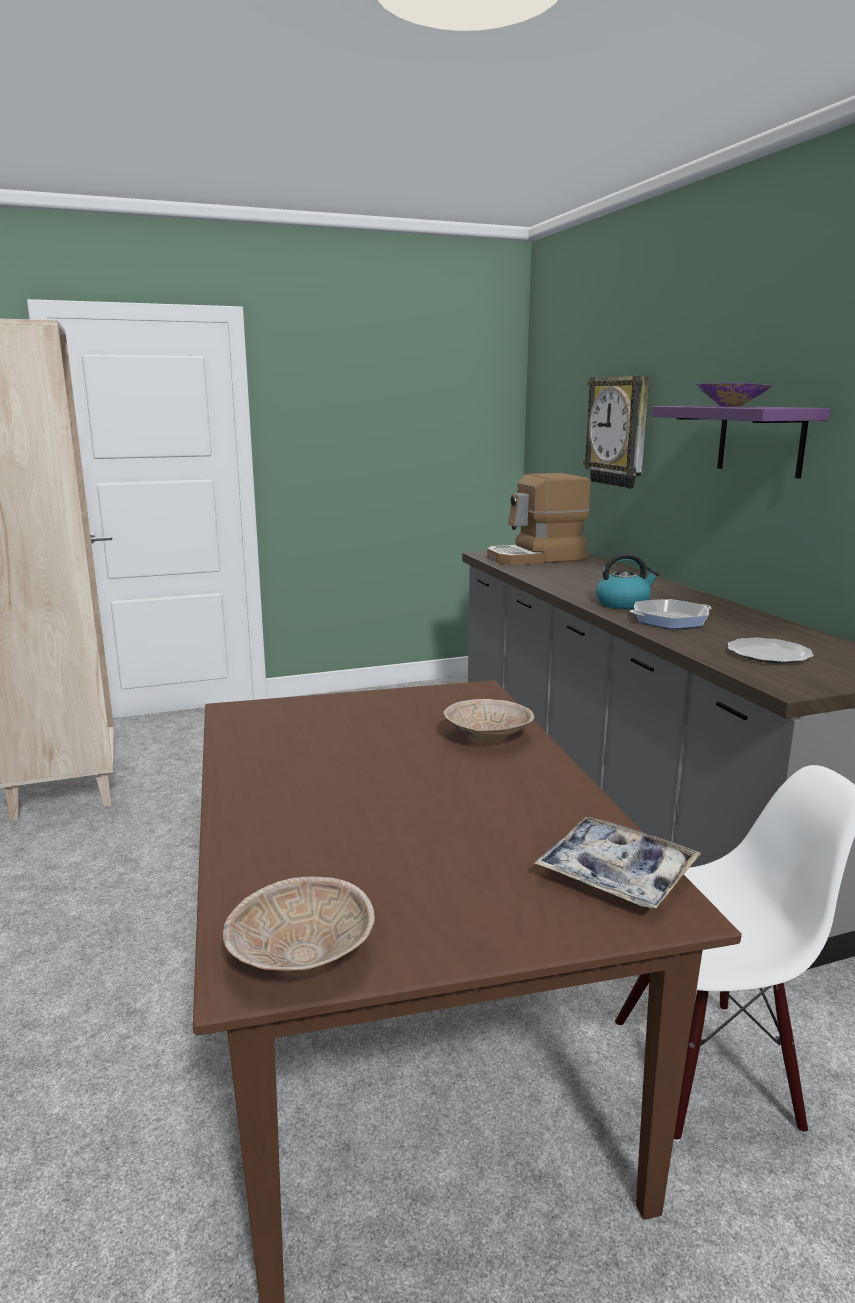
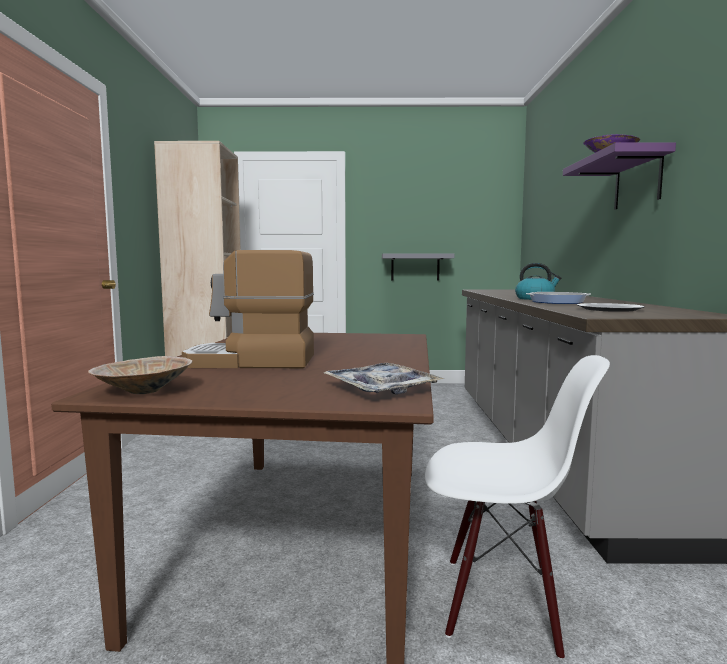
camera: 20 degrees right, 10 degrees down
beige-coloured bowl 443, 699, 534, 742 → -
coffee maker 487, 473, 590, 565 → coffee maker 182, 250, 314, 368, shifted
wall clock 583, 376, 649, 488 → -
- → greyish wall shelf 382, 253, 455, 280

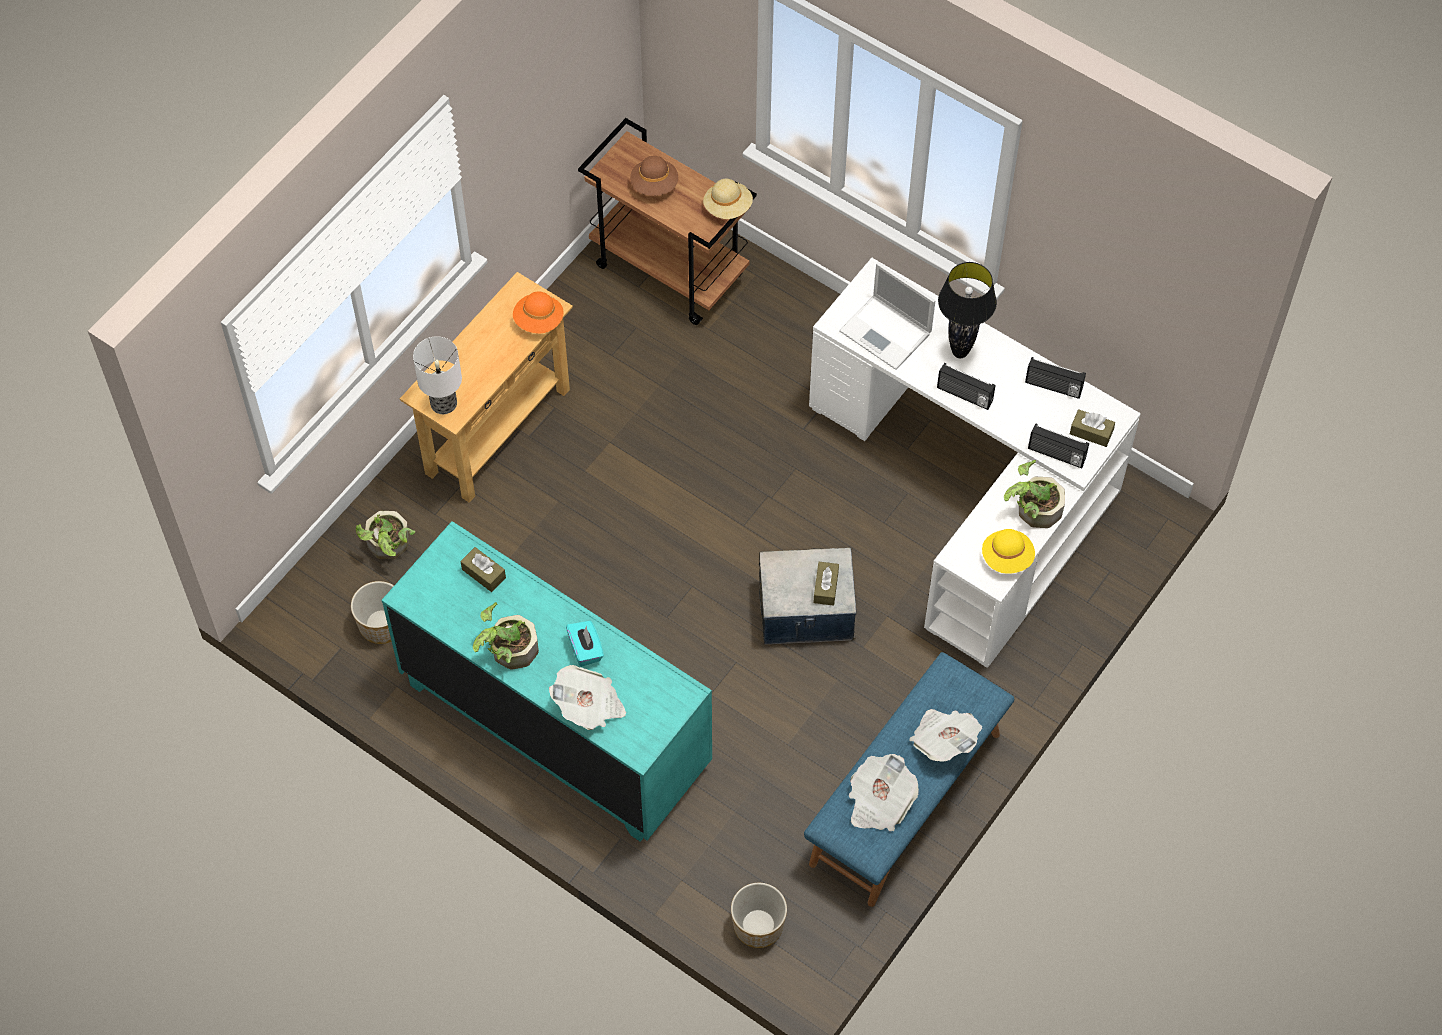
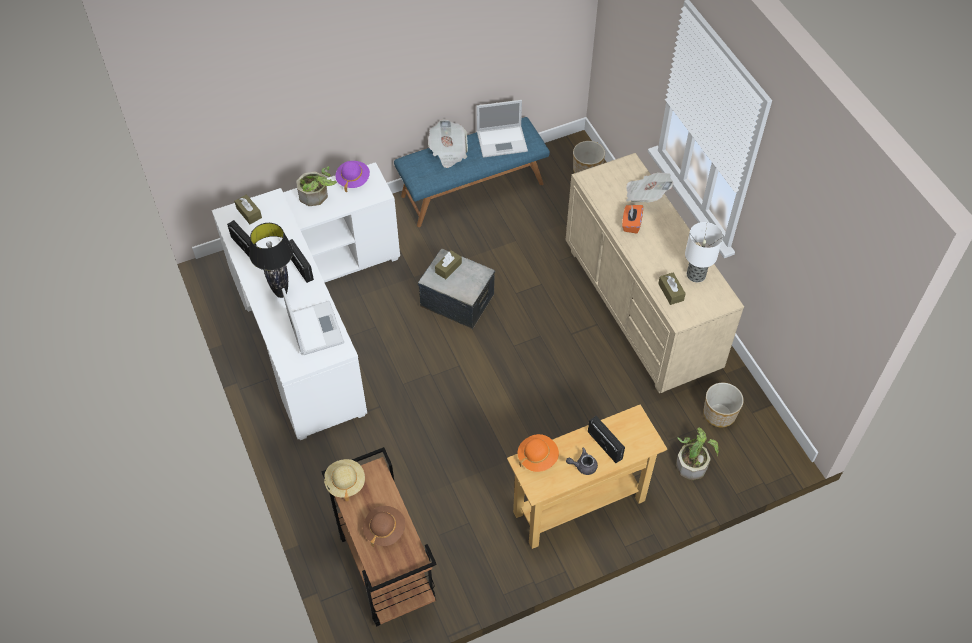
camera: 150 degrees left, 5 degrees down
turquoise drawer chest 381, 521, 712, 842 → beige-coloured drawer chest 566, 153, 744, 393
lamp for a table 413, 336, 462, 414 → lamp for a table 685, 222, 723, 282, shifted
plant in a pot 473, 602, 539, 670 → -
turquoise tissue holder 566, 621, 604, 667 → orangey tissue holder 622, 205, 643, 233
printed paper 849, 754, 919, 831 → notebook computer 476, 100, 528, 158
yellow-coloured hat 982, 529, 1035, 574 → purple hat 335, 161, 370, 192
radio set 1028, 424, 1089, 468 → radio set 588, 416, 625, 463, shifted
- → greyish pot for tea 566, 448, 598, 475

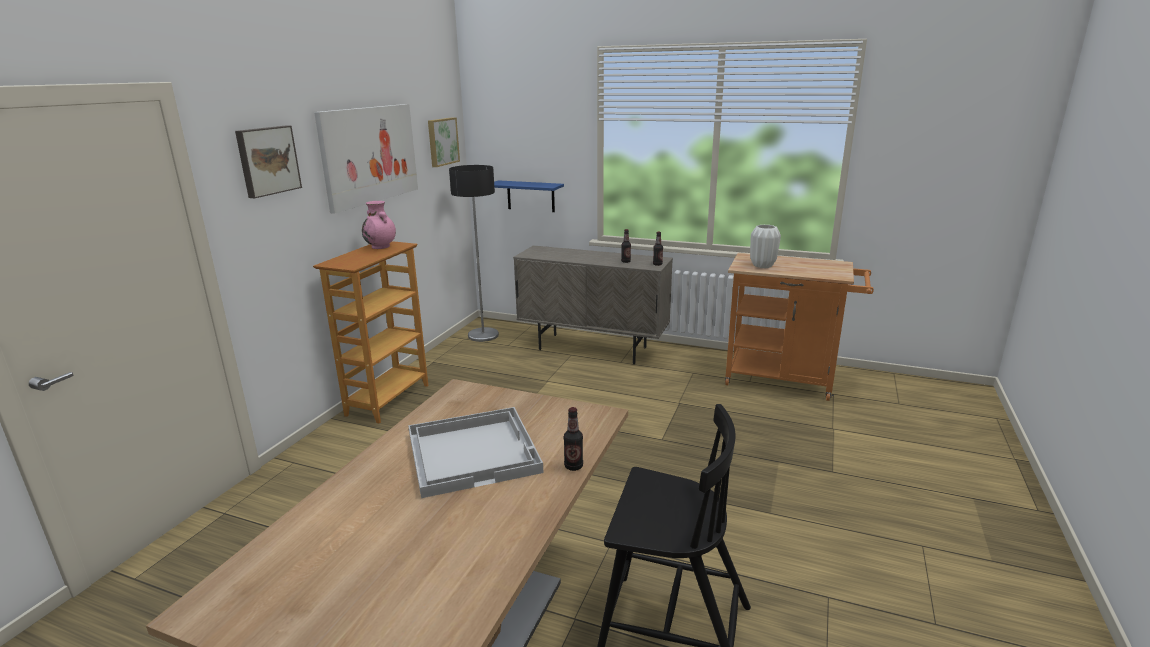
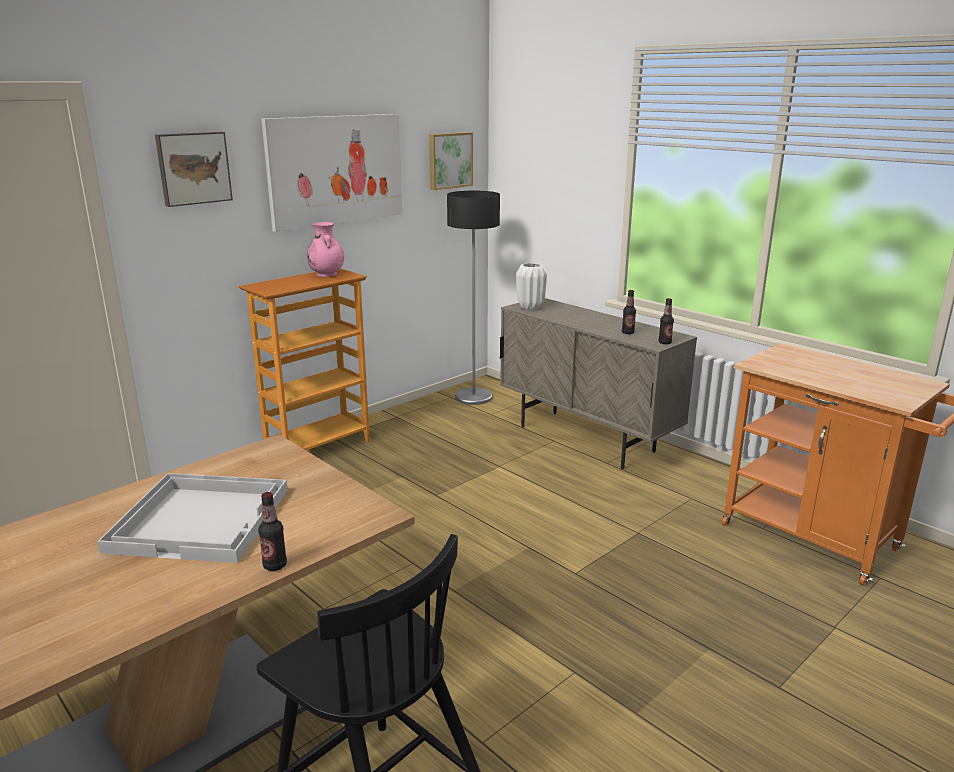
camera: 25 degrees right, 0 degrees up
blue wall shelf 494, 180, 564, 212 → -
white-coloured flower vase 750, 225, 781, 268 → white-coloured flower vase 516, 263, 547, 310, shifted

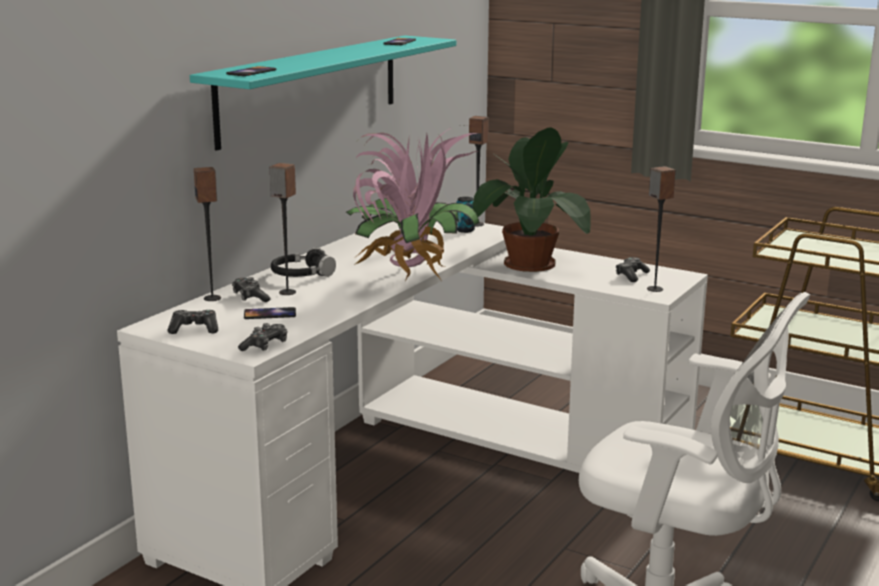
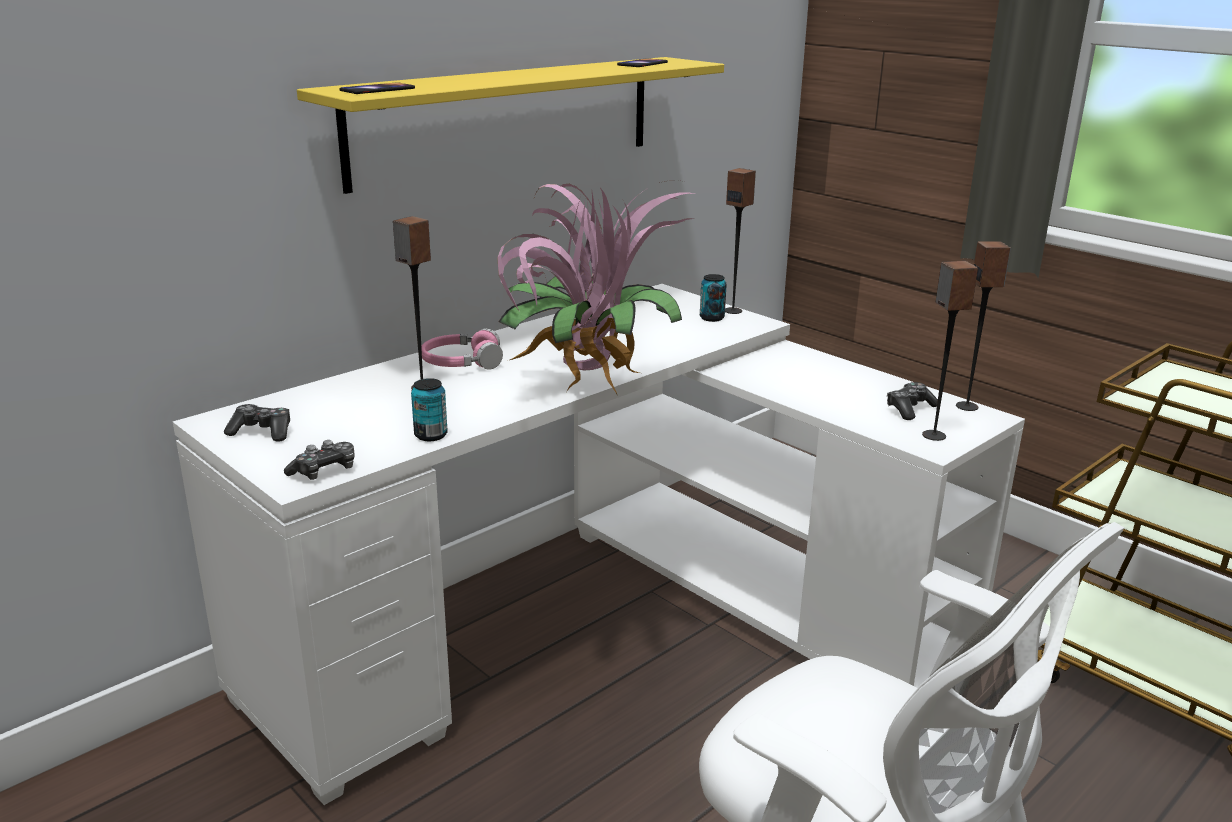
camera: 15 degrees right, 5 degrees up
turquoise wall shelf 190, 35, 456, 151 → yellow-coloured wall shelf 297, 57, 724, 194
speaker 194, 167, 221, 301 → speaker 956, 242, 1011, 411, shifted
gamepad 232, 277, 270, 302 → -
telephone 244, 307, 296, 319 → -
black-coloured pair of headphones 271, 247, 336, 277 → pink pair of headphones 421, 328, 503, 370
plant in a pot 471, 128, 590, 272 → -
- → metal can 411, 378, 448, 441

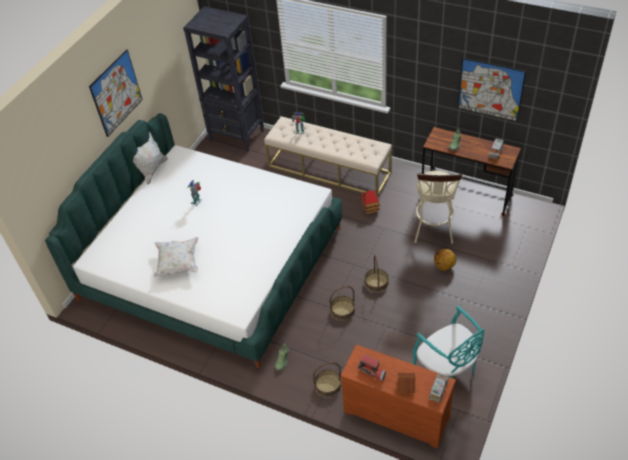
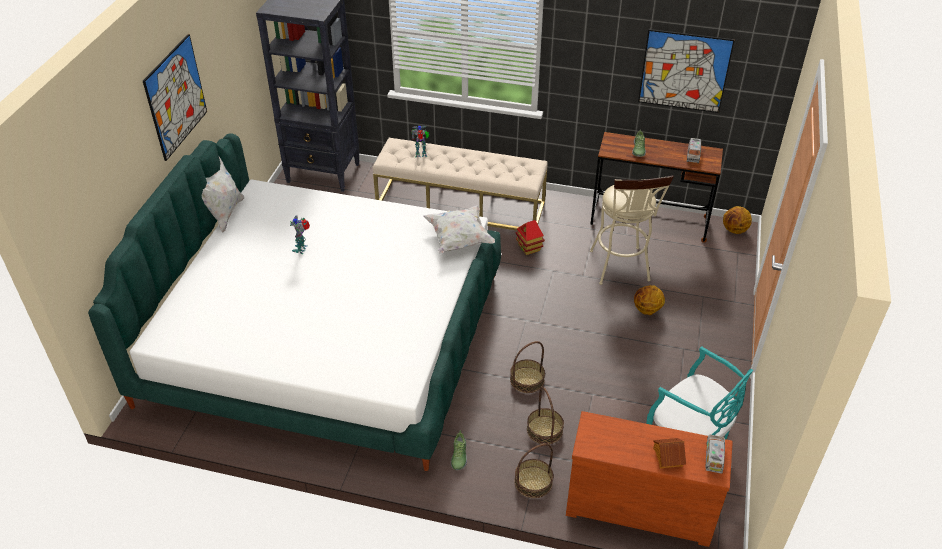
camera: 15 degrees left, 5 degrees down
white-coloured throw pillow 153, 237, 199, 277 → white-coloured throw pillow 423, 205, 495, 254, shifted
flashlight 357, 355, 386, 381 → -
basket 365, 255, 389, 292 → basket 527, 387, 564, 444, shifted
- → basketball ball 723, 206, 752, 234

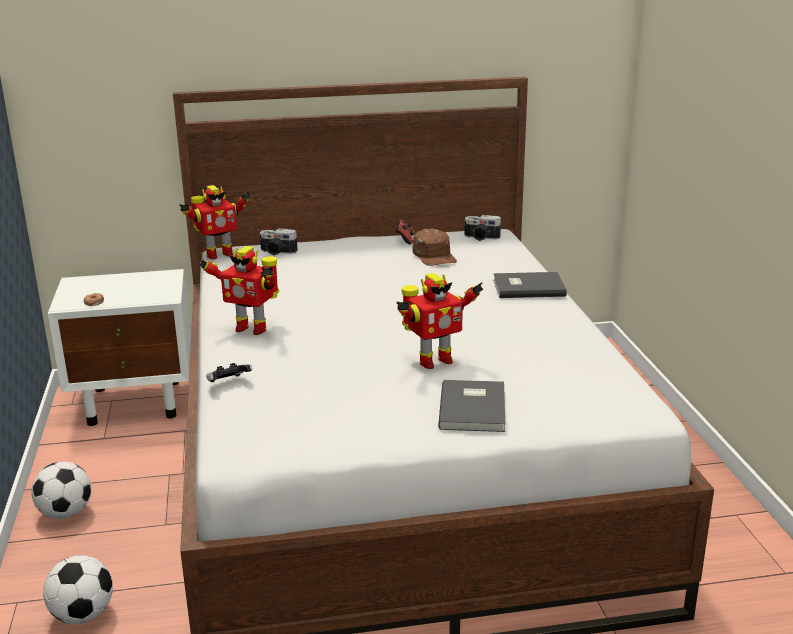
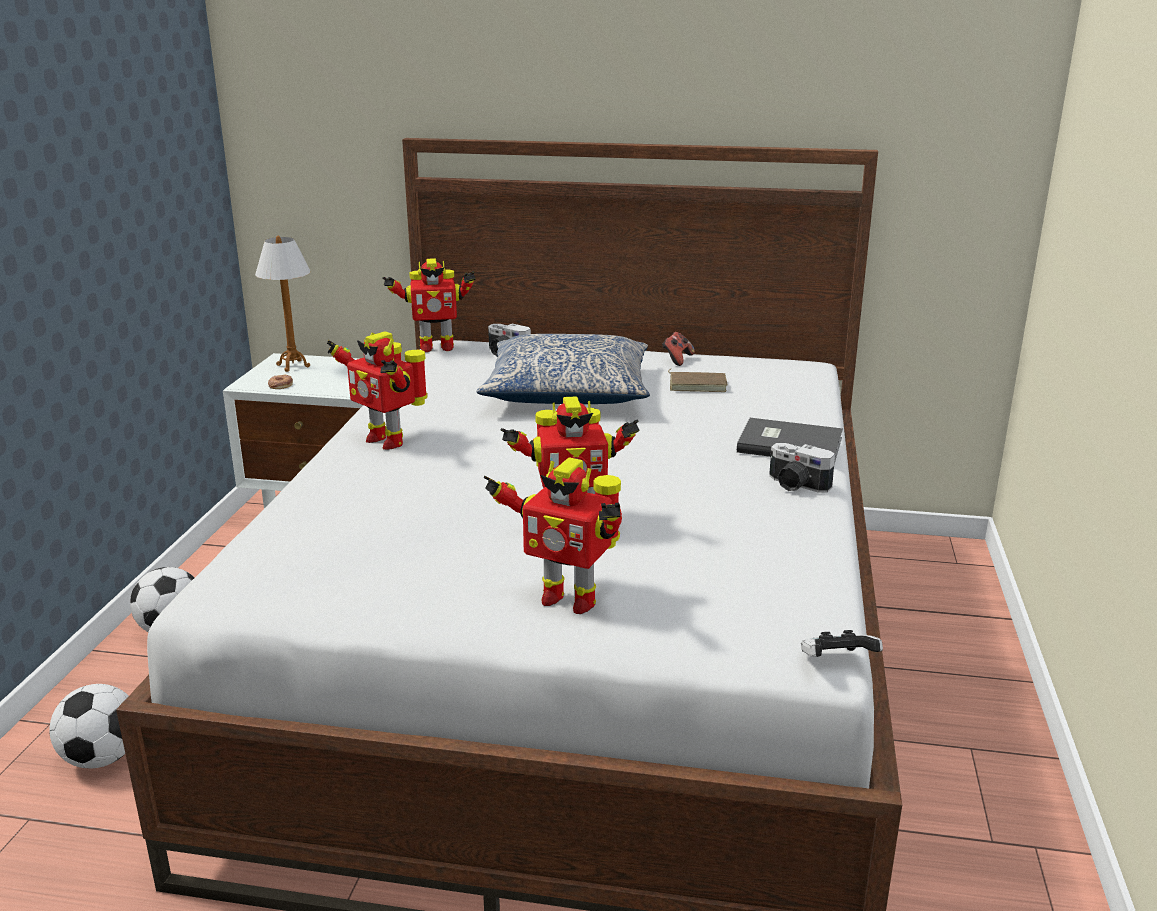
camera: 20 degrees right, 0 degrees up
gamepad 206, 363, 252, 382 → gamepad 801, 630, 883, 657, shifted
brown-coloured cap 412, 228, 457, 266 → brown-coloured bound book 668, 369, 728, 392
greyish bound book 438, 380, 505, 432 → robot figure 483, 458, 622, 614
photo camera 465, 215, 501, 241 → photo camera 769, 443, 835, 493, shifted
- → lamp for a table 255, 236, 311, 372
- → throw pillow 476, 334, 650, 404

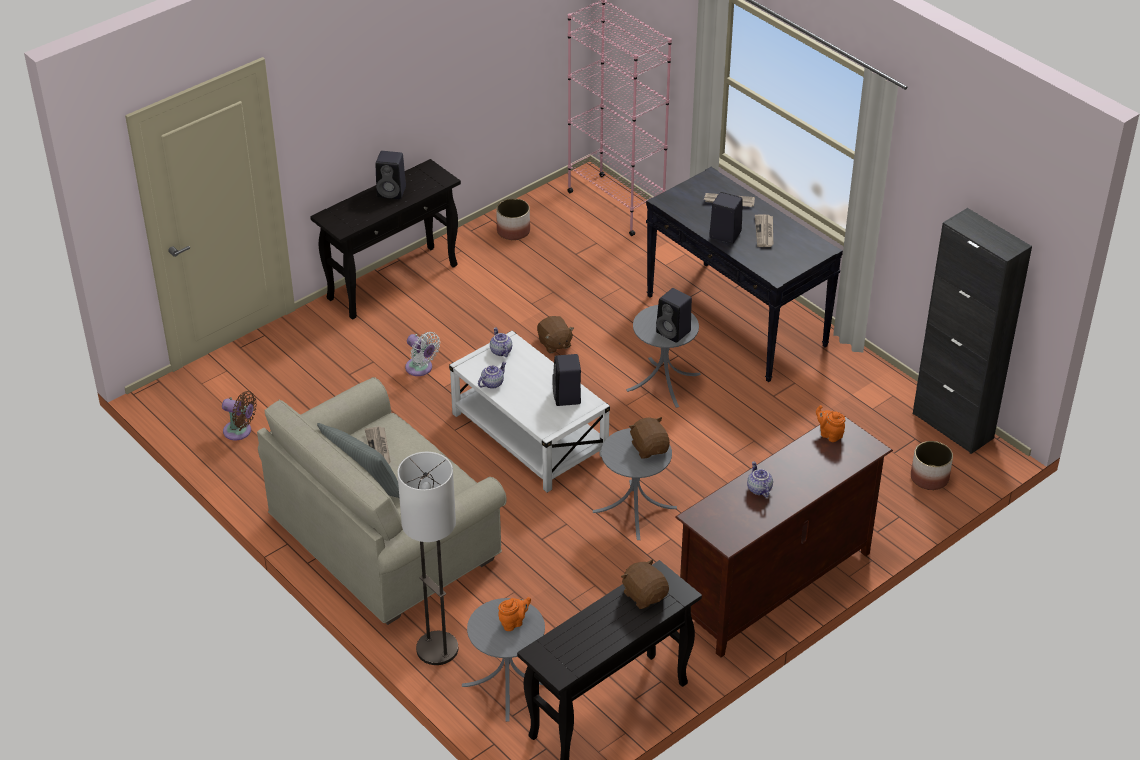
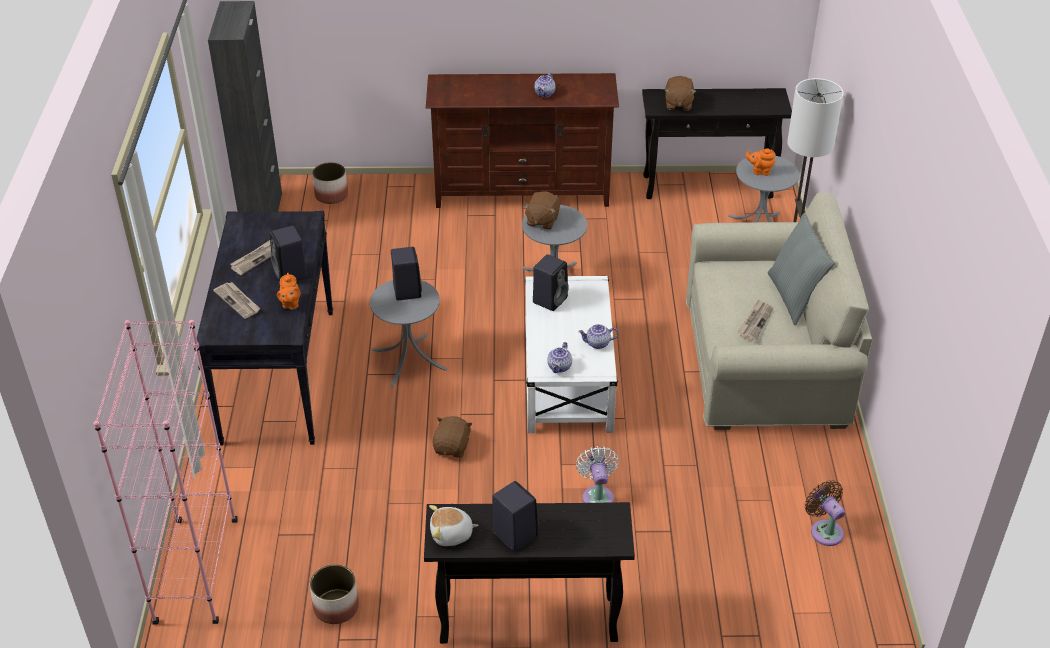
camera: 140 degrees left, 0 degrees up
orangey pot for tea 816, 405, 845, 442 → orangey pot for tea 277, 273, 301, 310, shifted
- → plush toy 429, 505, 479, 546

